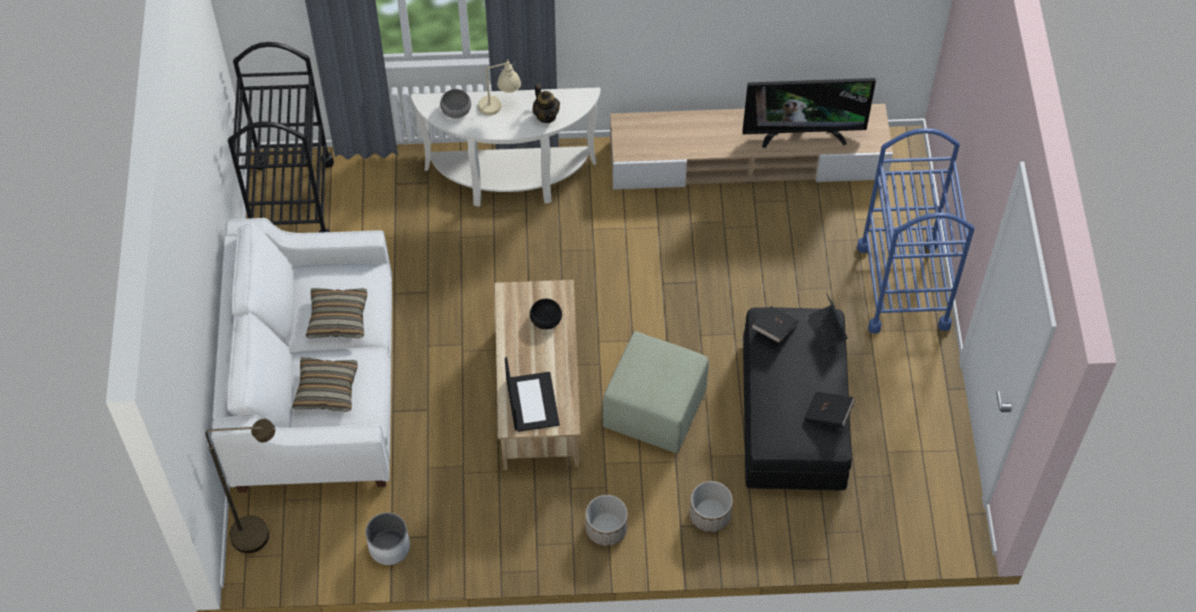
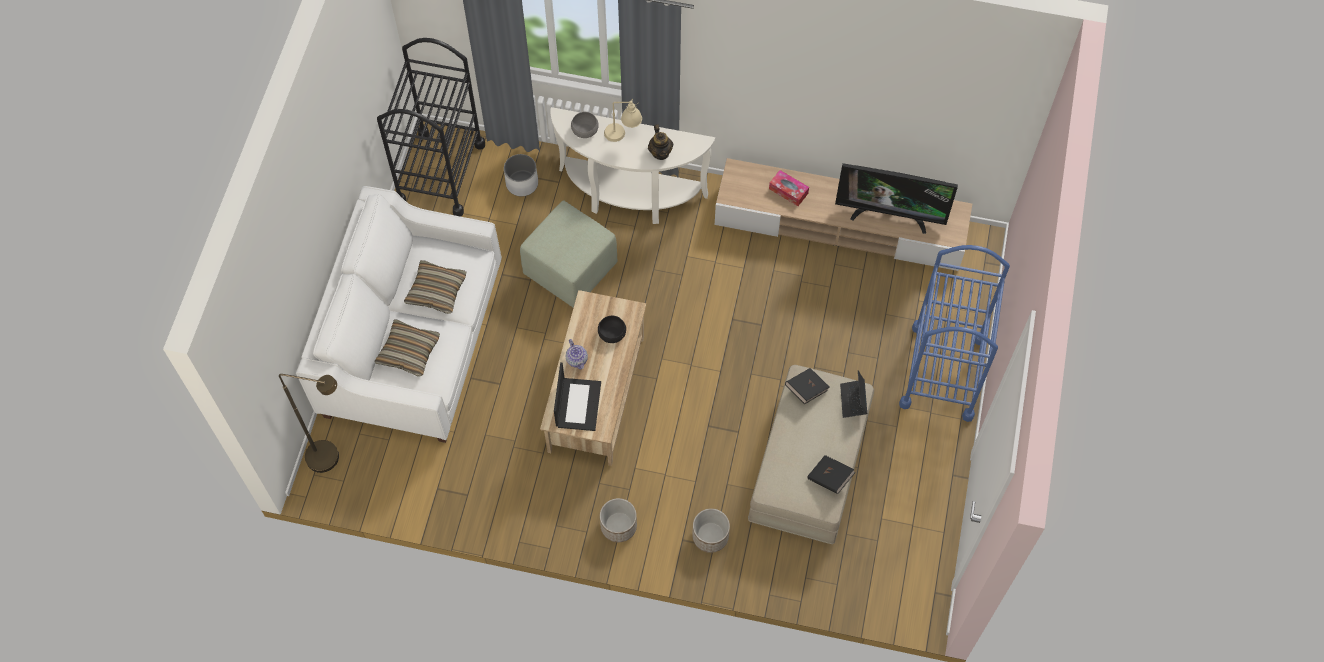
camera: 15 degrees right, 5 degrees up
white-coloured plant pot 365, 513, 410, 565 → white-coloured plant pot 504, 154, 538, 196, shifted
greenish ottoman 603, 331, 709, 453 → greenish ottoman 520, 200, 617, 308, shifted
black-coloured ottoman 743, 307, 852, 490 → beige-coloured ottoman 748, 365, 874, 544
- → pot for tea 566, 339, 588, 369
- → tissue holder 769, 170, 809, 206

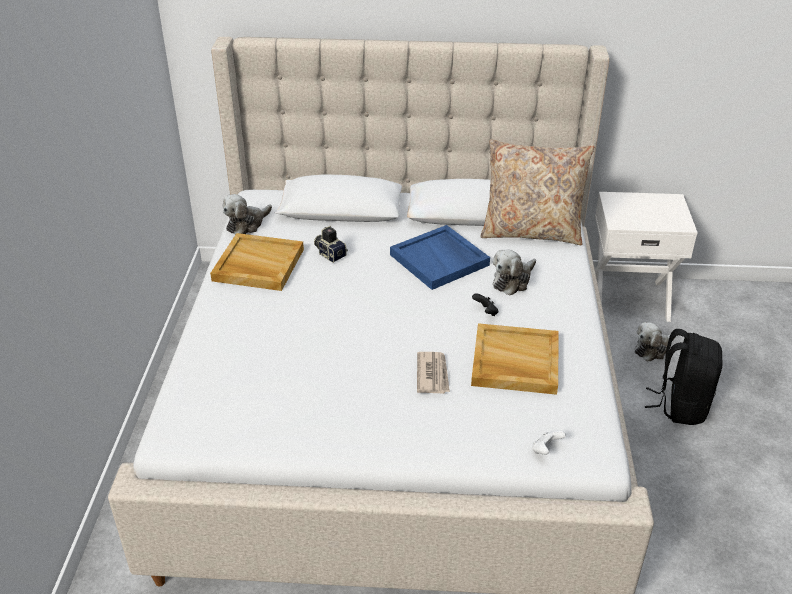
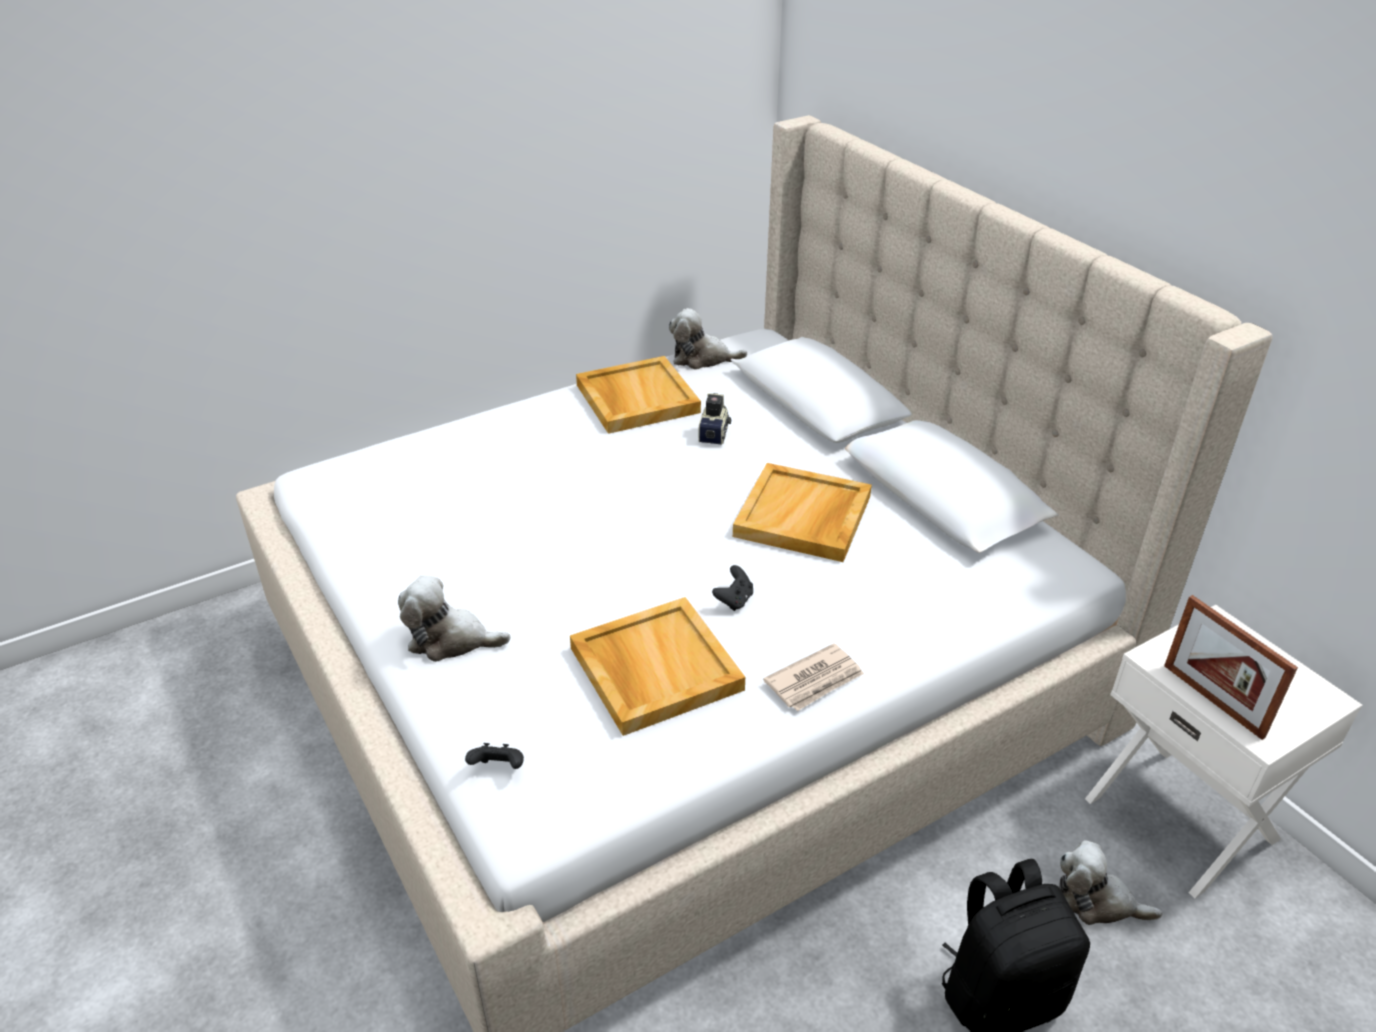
camera: 55 degrees right, 0 degrees up
blue carrying tray 390, 225, 490, 290 → beige-coloured carrying tray 733, 463, 872, 562
printed paper 417, 352, 450, 394 → printed paper 763, 644, 864, 711, shifted
beige-coloured throw pillow 480, 139, 594, 245 → -
plush toy 493, 249, 536, 296 → plush toy 398, 575, 511, 662, shifted
white-coloured gamepad 532, 430, 566, 455 → black-coloured gamepad 465, 743, 524, 769
- → photo frame 1164, 595, 1298, 740

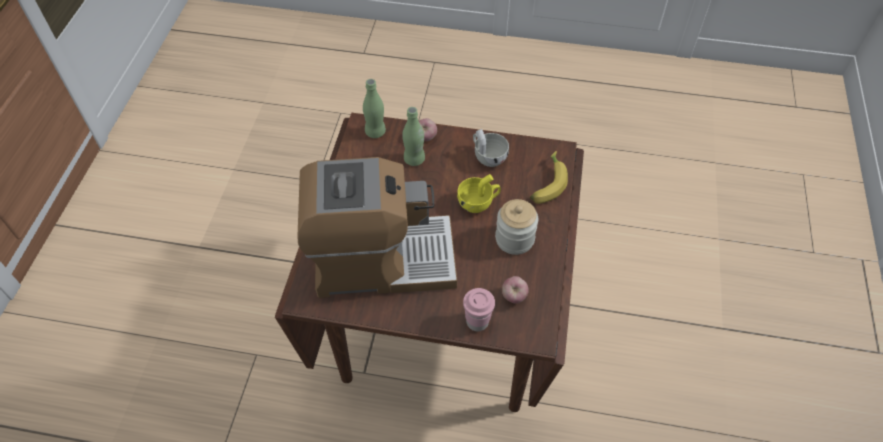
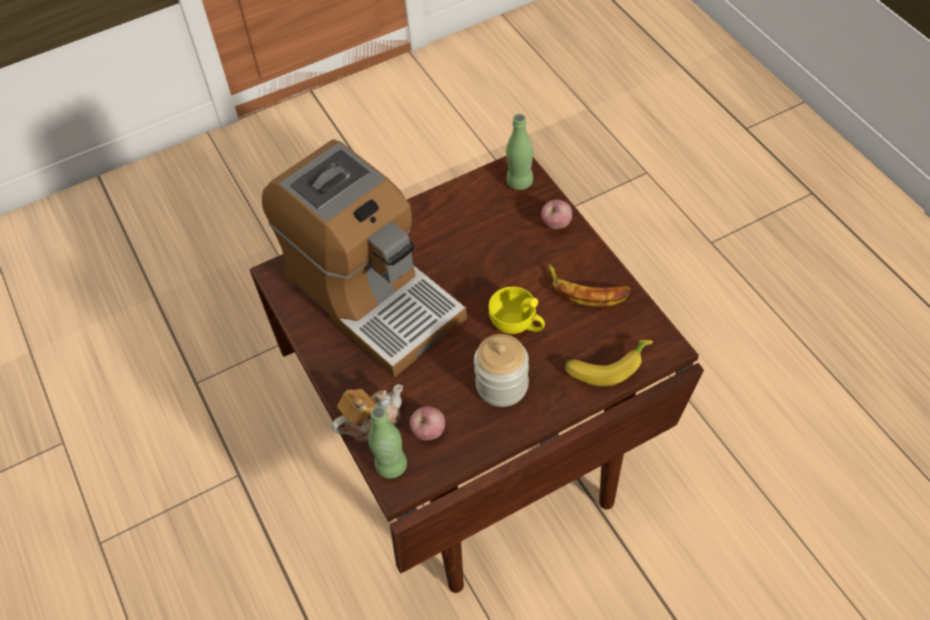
camera: 55 degrees right, 0 degrees up
greenish bottle 402, 107, 425, 166 → greenish bottle 368, 406, 407, 478, shifted
pink drinking cup 463, 288, 495, 331 → pot for tea 331, 384, 403, 442
white-coloured drinking cup 473, 129, 509, 167 → whole banana 548, 264, 631, 307

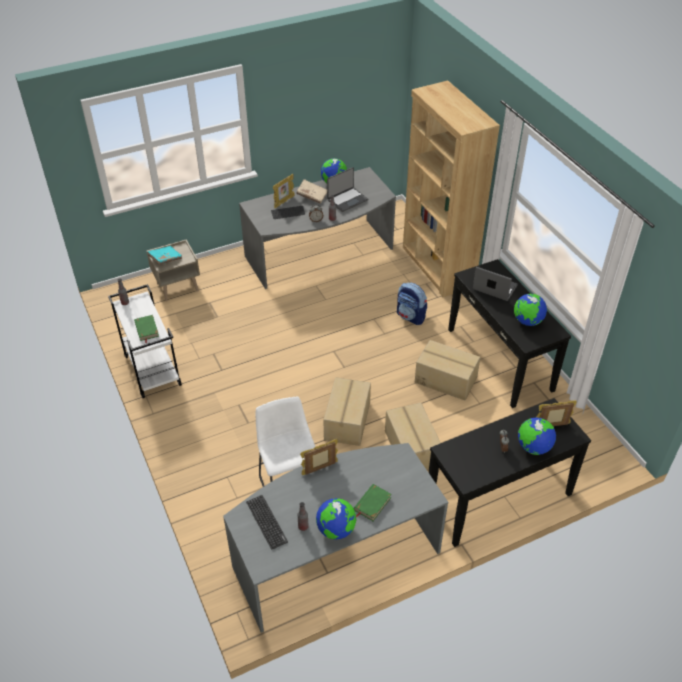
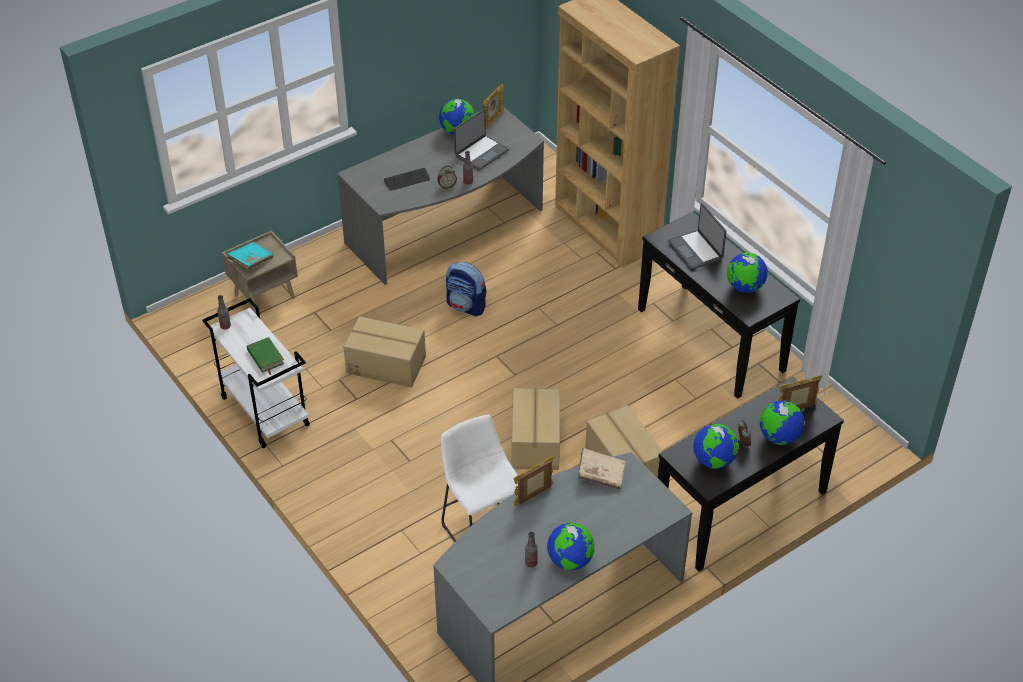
camera: 10 degrees left, 0 degrees up
keyboard 246, 495, 288, 550 → -
photo frame 273, 174, 295, 208 → photo frame 483, 83, 504, 129, shifted
beige-coloured bound book 296, 179, 327, 204 → beige-coloured bound book 578, 448, 626, 489, shifted
greenish bound book 354, 484, 392, 521 → -
knapsack 397, 283, 427, 325 → knapsack 446, 262, 487, 316, shifted
packing box 415, 340, 481, 401 → packing box 343, 316, 426, 387, shifted
notebook computer 473, 267, 518, 301 → notebook computer 668, 203, 727, 270, 135 degrees counterclockwise
- → world globe 693, 424, 739, 469

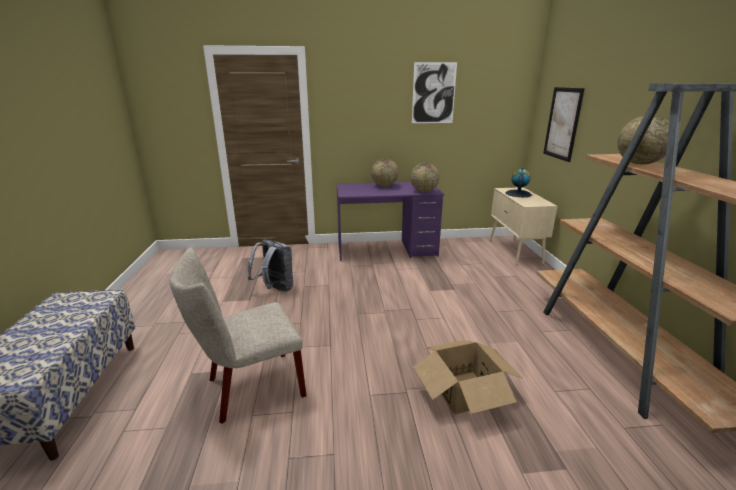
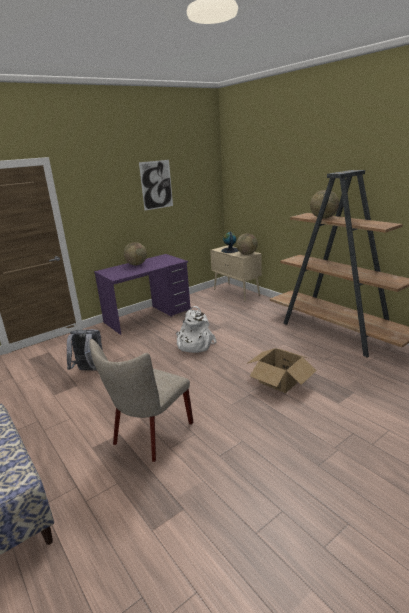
camera: 30 degrees left, 0 degrees up
world globe 410, 163, 439, 192 → world globe 236, 233, 258, 255, shifted
picture 543, 87, 585, 162 → -
- → white-coloured knapsack 176, 306, 217, 353

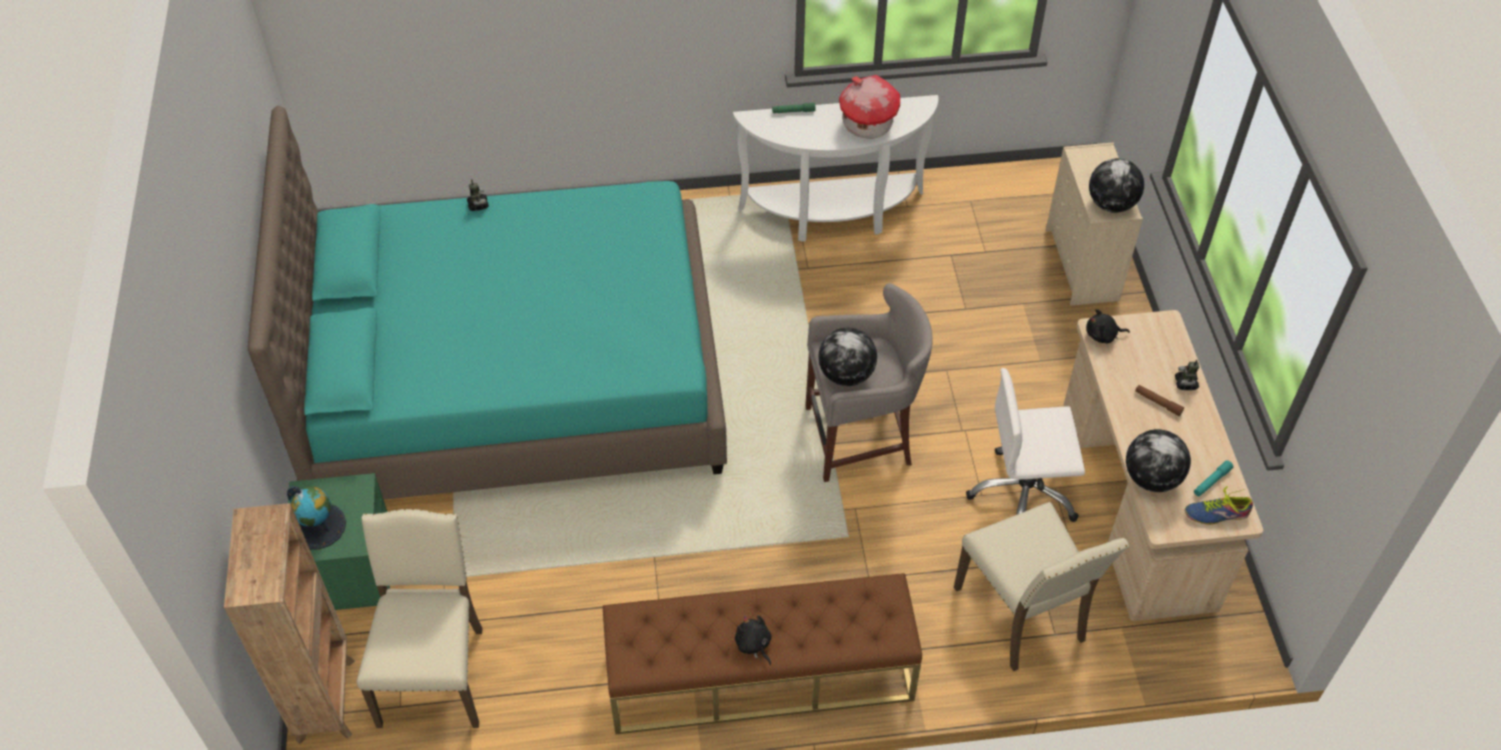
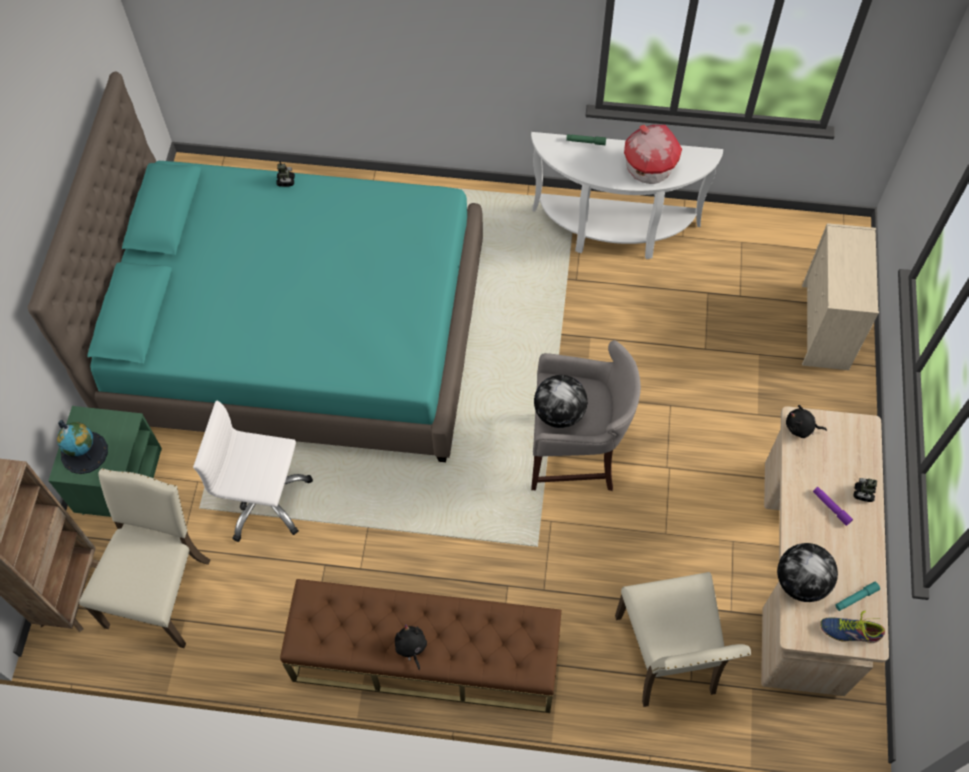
camera: 15 degrees right, 10 degrees up
white-coloured desk chair 966, 368, 1085, 522 → white-coloured desk chair 193, 400, 313, 542, shifted
world globe 1089, 158, 1144, 213 → -
brown-coloured flashlight 1135, 385, 1184, 416 → purple flashlight 813, 487, 853, 526

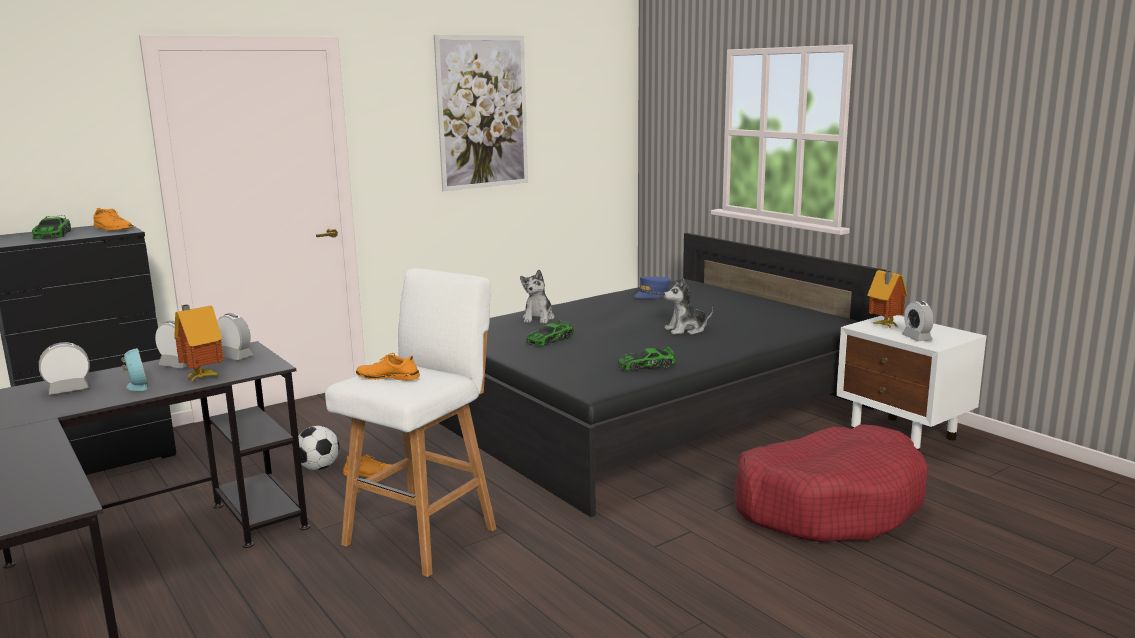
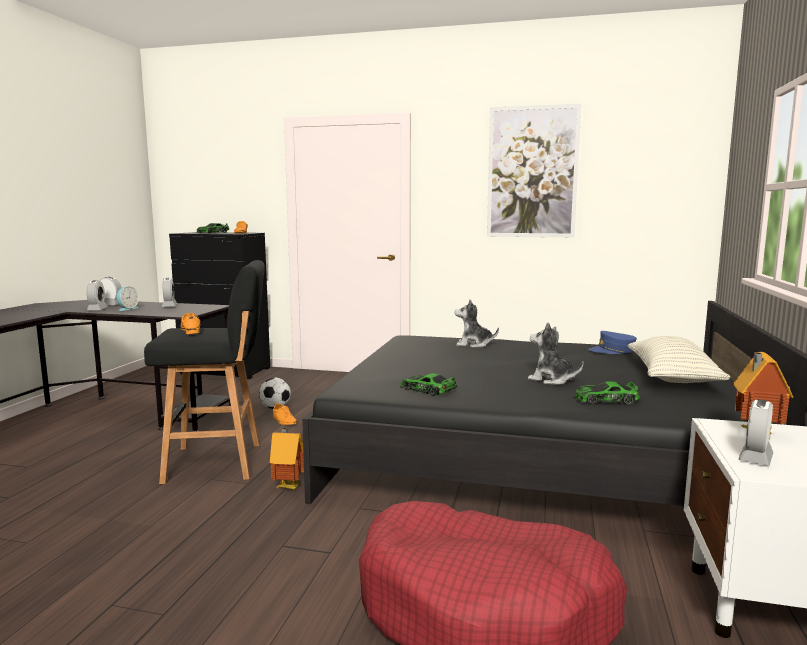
camera: 50 degrees right, 5 degrees down
model house 174, 304, 224, 382 → model house 270, 428, 304, 490, shifted
table clock 217, 313, 253, 360 → table clock 87, 280, 108, 310, shifted
white-coloured stool 325, 268, 496, 577 → black-coloured stool 144, 260, 265, 484
plush toy 520, 270, 555, 323 → plush toy 455, 299, 499, 348, 45 degrees clockwise
model car 525, 320, 574, 347 → model car 573, 382, 640, 405, shifted
- → throw pillow 628, 336, 730, 383

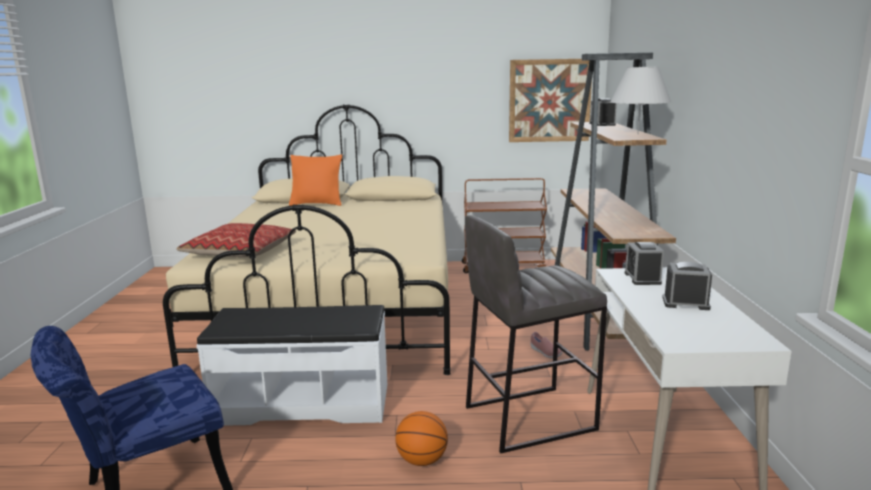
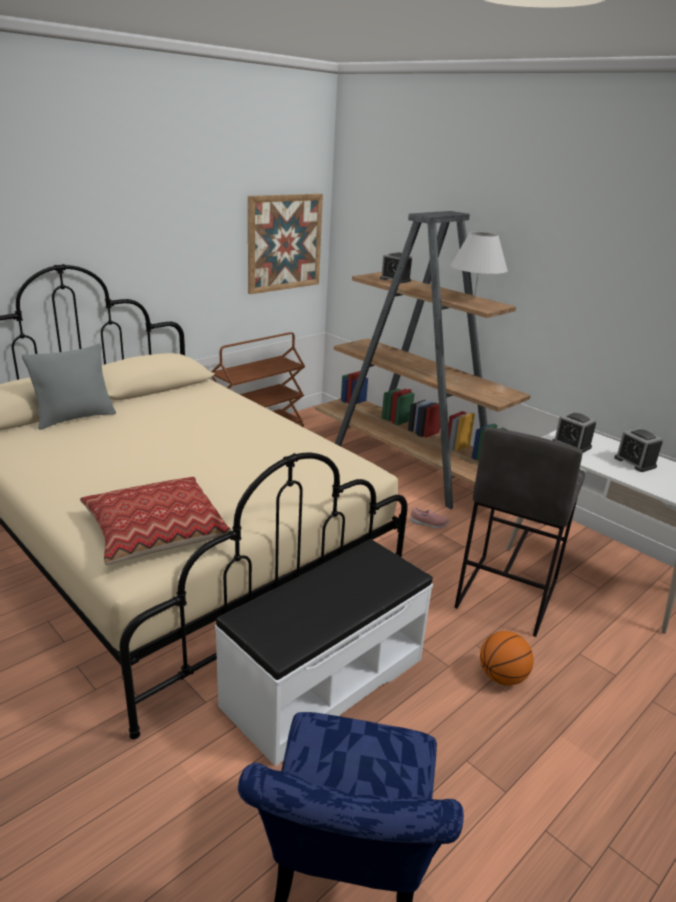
camera: 45 degrees left, 10 degrees up
orangey throw pillow 289, 154, 342, 206 → greyish throw pillow 22, 343, 116, 430
table clock 662, 262, 712, 310 → table clock 614, 428, 663, 472, 90 degrees counterclockwise

